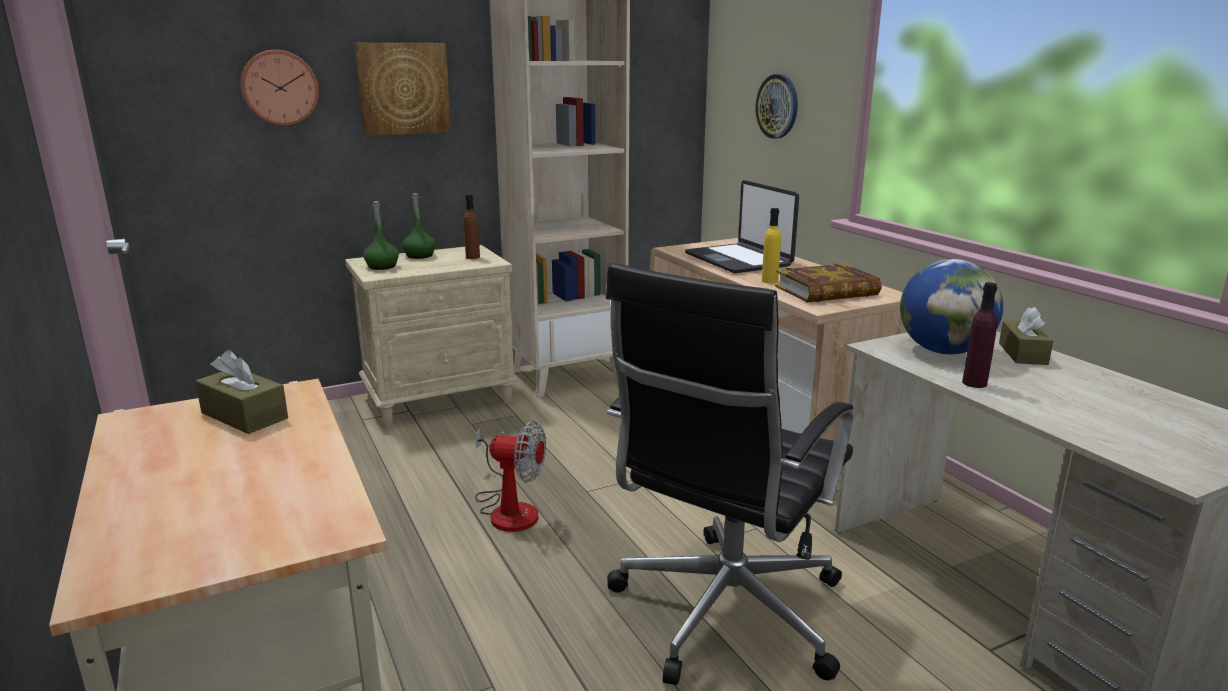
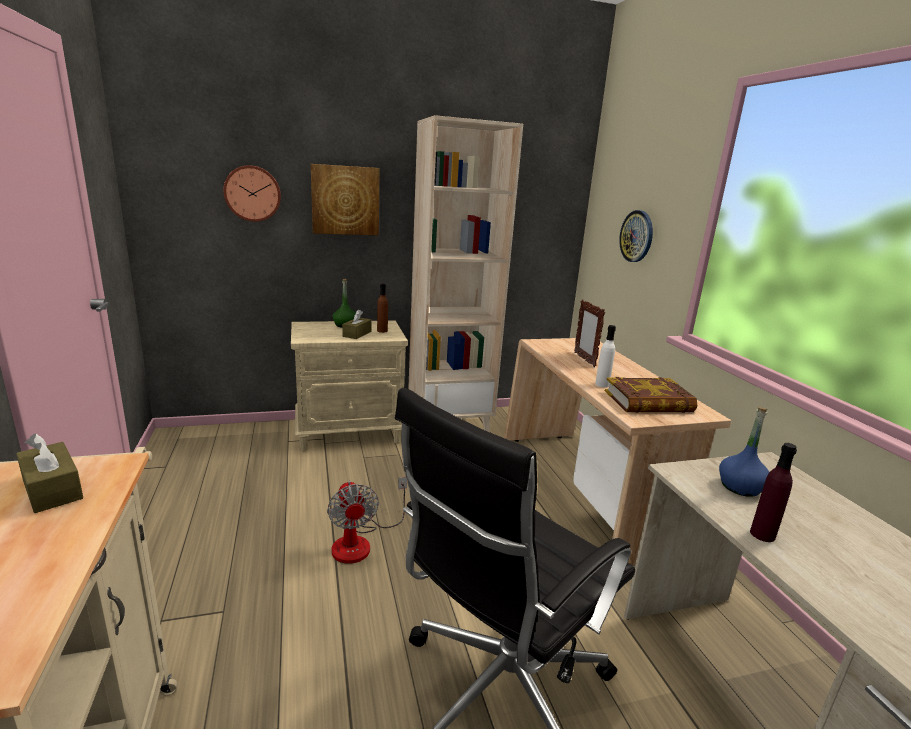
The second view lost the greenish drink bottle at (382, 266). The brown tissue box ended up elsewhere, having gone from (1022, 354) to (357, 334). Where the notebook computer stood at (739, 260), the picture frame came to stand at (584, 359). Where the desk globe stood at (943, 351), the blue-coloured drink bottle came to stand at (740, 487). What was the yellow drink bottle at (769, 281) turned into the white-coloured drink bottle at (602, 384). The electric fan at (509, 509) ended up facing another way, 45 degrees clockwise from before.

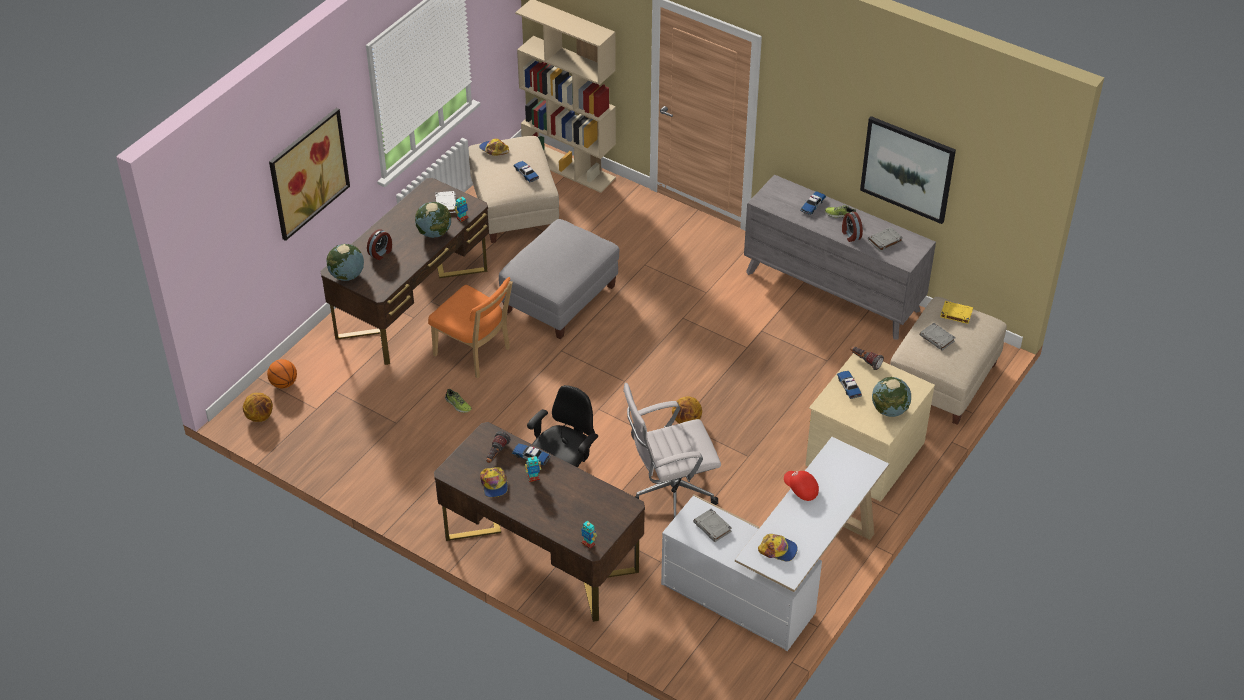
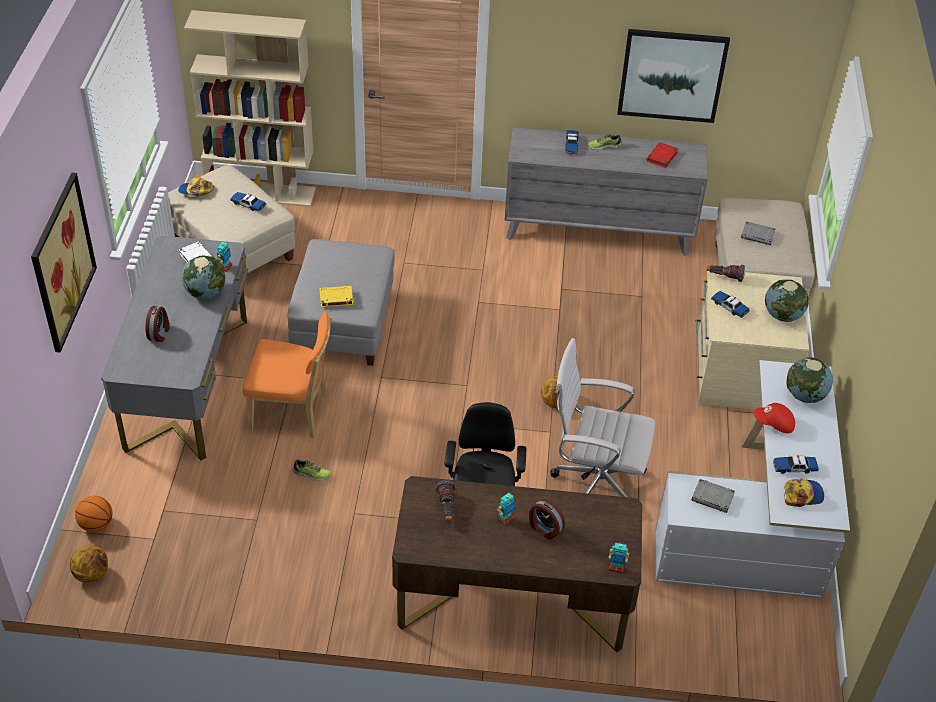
The second view lost the cap at (494, 484). The desk globe ended up elsewhere, having gone from (347, 276) to (805, 395). The toy car ended up elsewhere, having gone from (531, 457) to (794, 467). The table clock ended up elsewhere, having gone from (850, 235) to (545, 528). The yellow book ended up elsewhere, having gone from (955, 314) to (336, 298). What was the brown desk at (412, 303) turned into the greyish desk at (188, 383). What was the greyish book at (884, 241) turned into the red book at (662, 157). The white-coloured desk chair at (669, 494) ended up facing another way, 60 degrees clockwise from before.

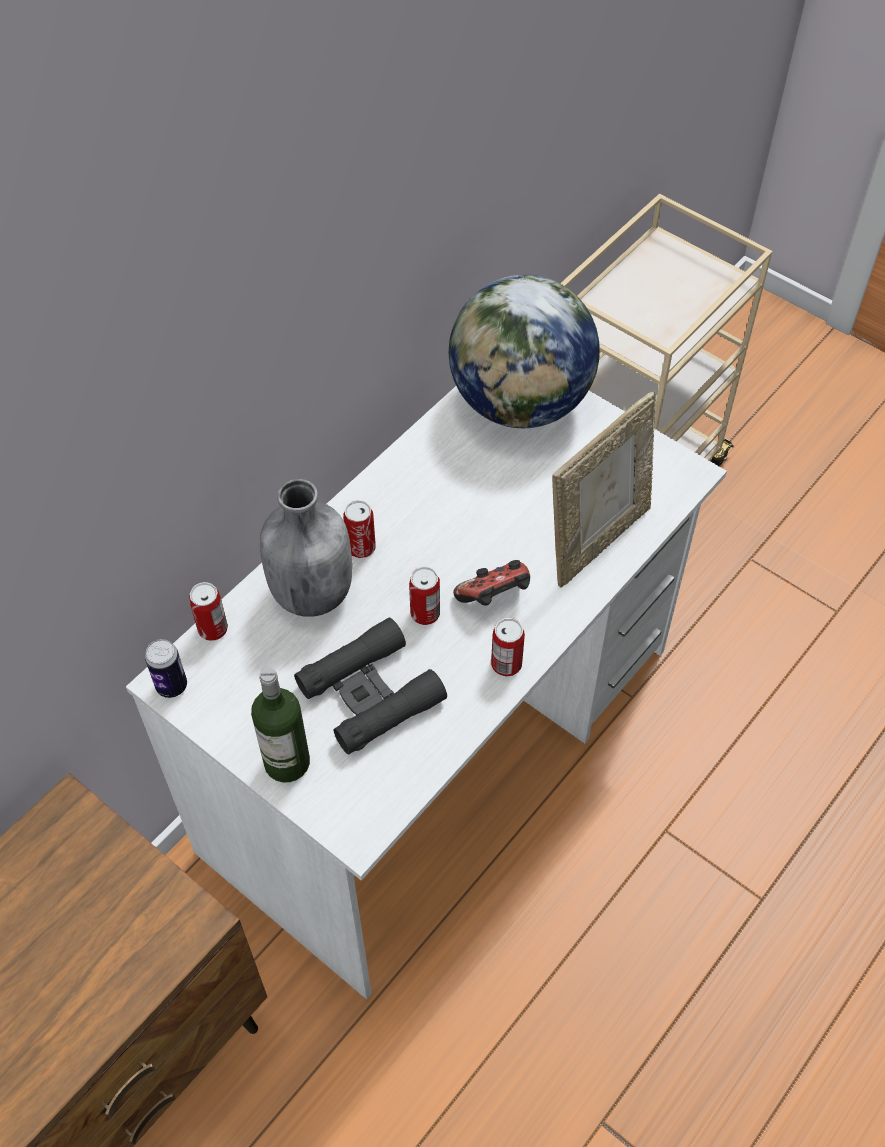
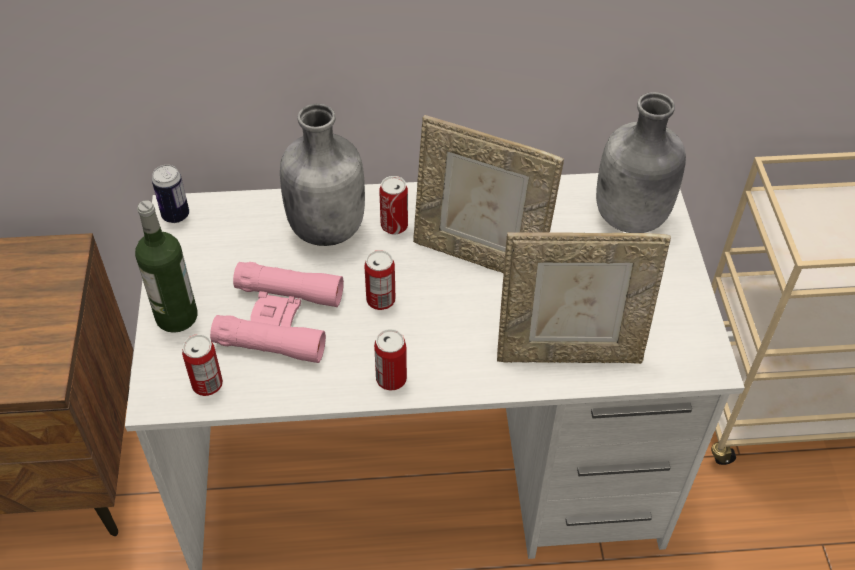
The second view lost the game controller at (495, 597). The second view gained the picture frame at (479, 256). The can ended up elsewhere, having gone from (213, 629) to (207, 384). Where the desk globe stood at (521, 403), the greyish drink bottle came to stand at (631, 218). What was the blackish field glasses at (370, 693) turned into the pink-coloured field glasses at (280, 319).

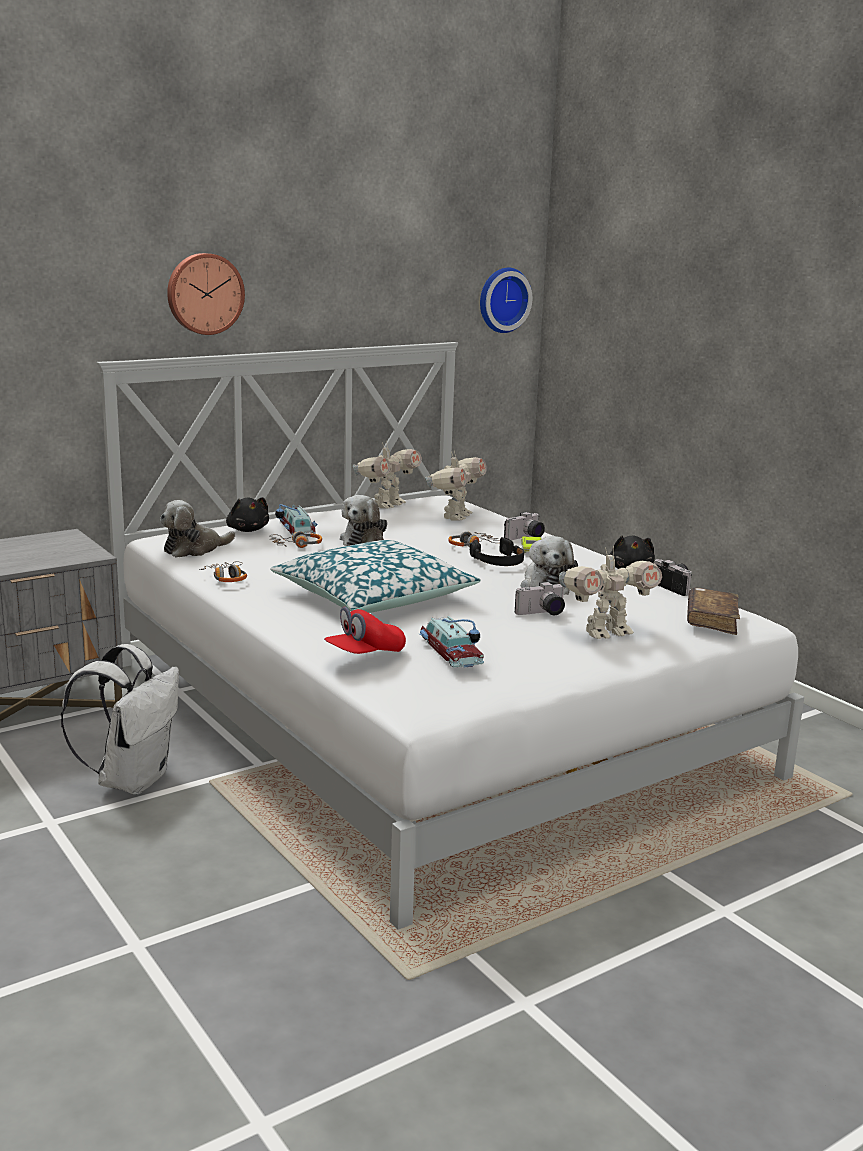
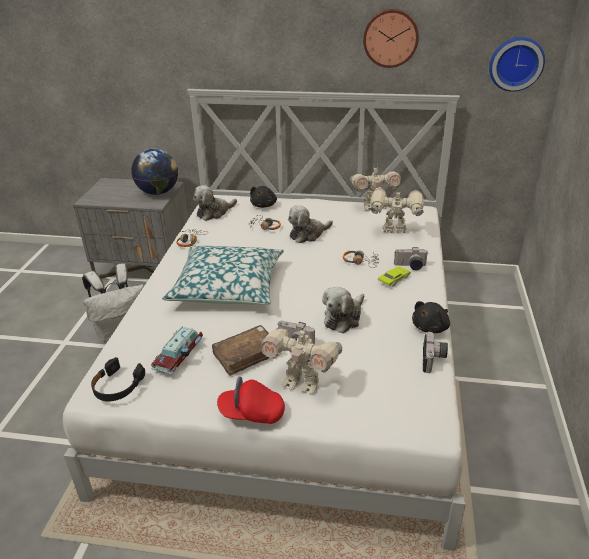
The second view lost the toy car at (294, 527). The second view gained the desk globe at (158, 192). The clock on the wall ended up elsewhere, having gone from (204, 293) to (390, 38). The red cap ended up elsewhere, having gone from (365, 654) to (252, 413). The blackish headset ended up elsewhere, having gone from (498, 561) to (117, 386). The brown book ended up elsewhere, having gone from (711, 620) to (245, 355). The cuddly toy at (194, 549) ended up facing another way, 45 degrees counterclockwise from before. The robot figure at (455, 517) ended up facing another way, 150 degrees counterclockwise from before.

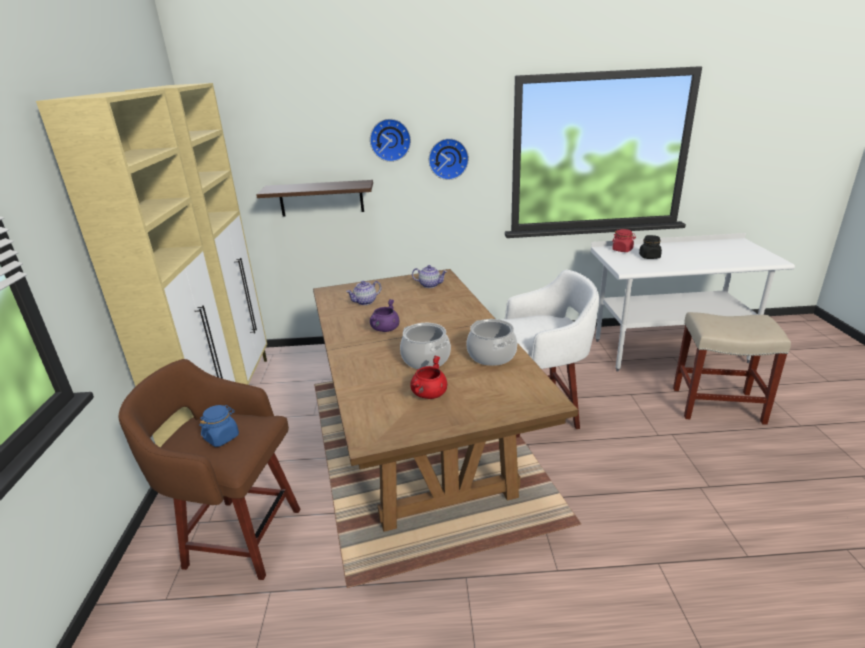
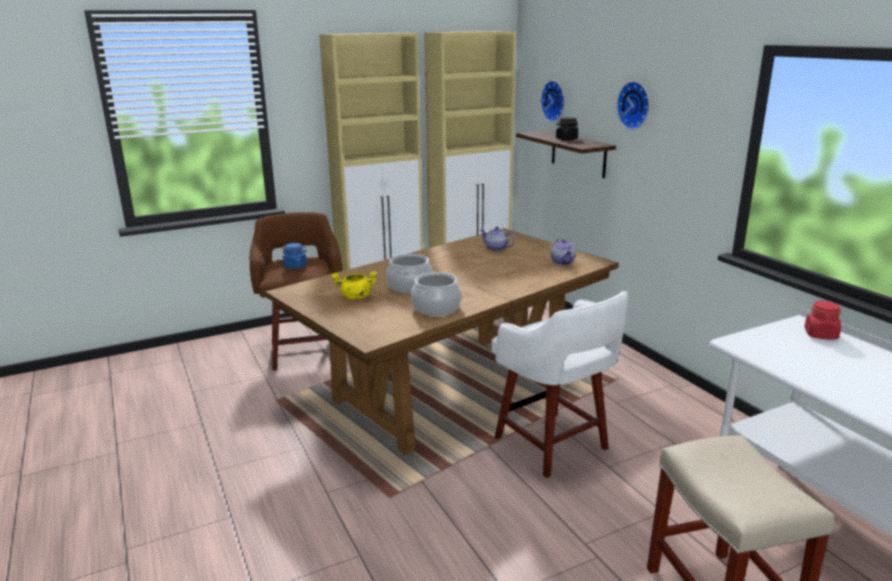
The second view lost the purplish cooking pot at (385, 329). The clock on the wall ended up elsewhere, having gone from (448, 158) to (555, 101). The blackish jar ended up elsewhere, having gone from (649, 257) to (566, 139). What was the red cooking pot at (429, 394) turned into the yellow cooking pot at (355, 297).

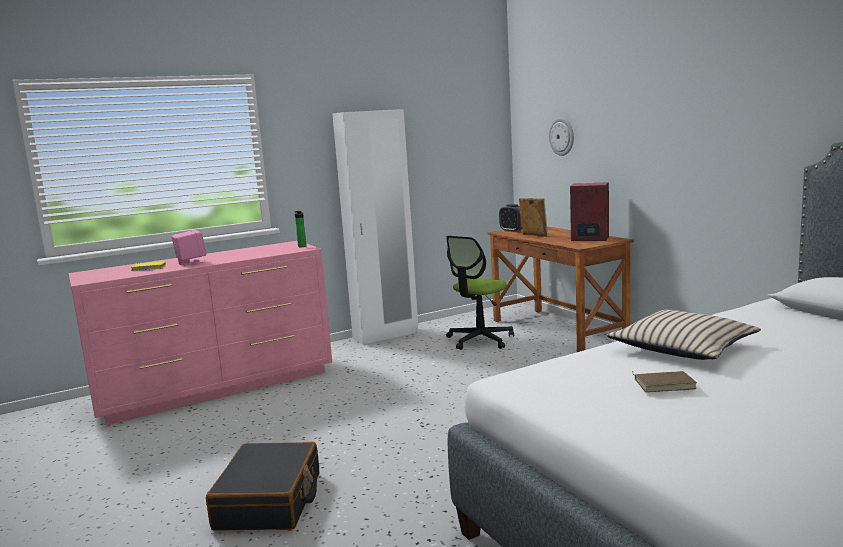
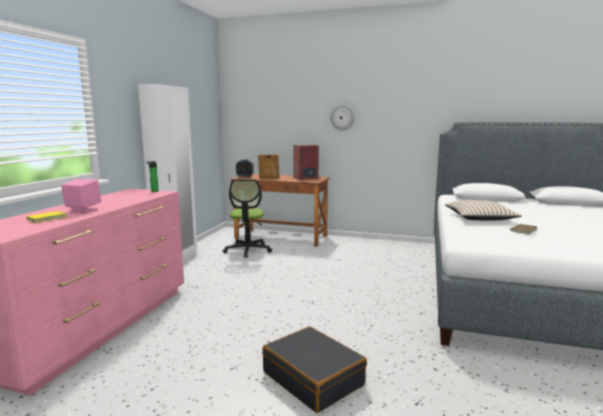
The clock on the wall ended up elsewhere, having gone from (562, 136) to (342, 117).

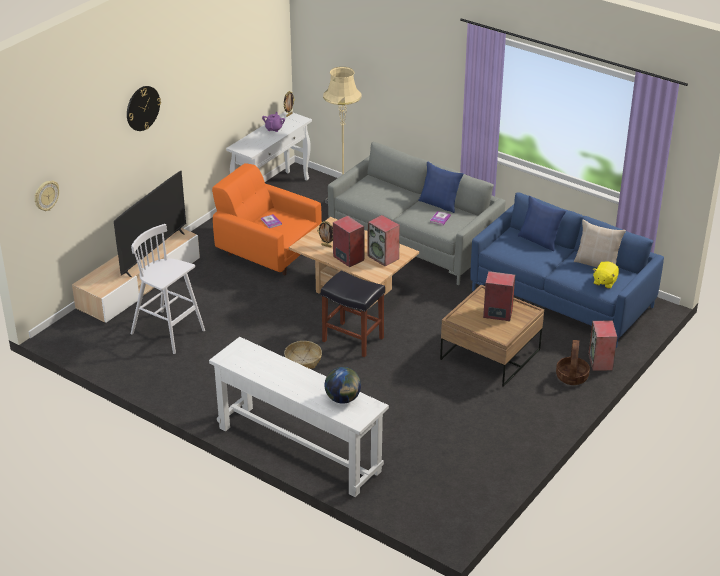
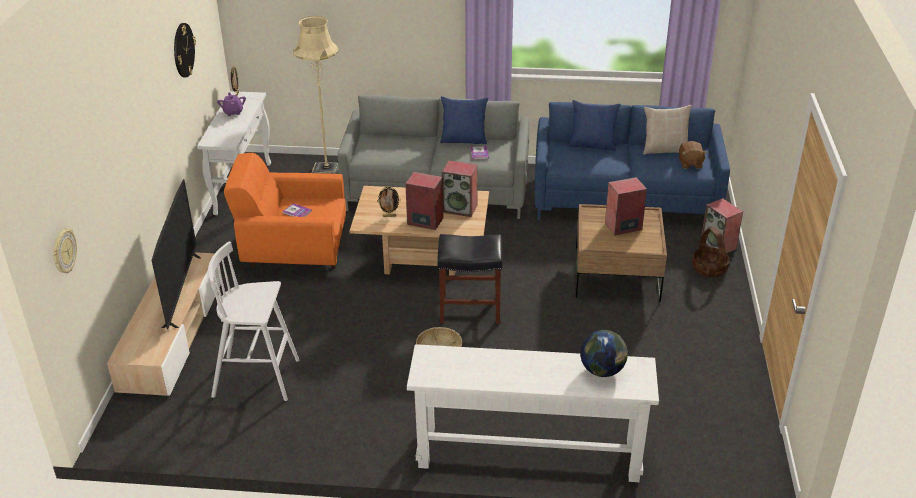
The clock on the wall ended up elsewhere, having gone from (142, 108) to (183, 50). What was the yellow cuddly toy at (604, 282) turned into the brown cuddly toy at (690, 164).

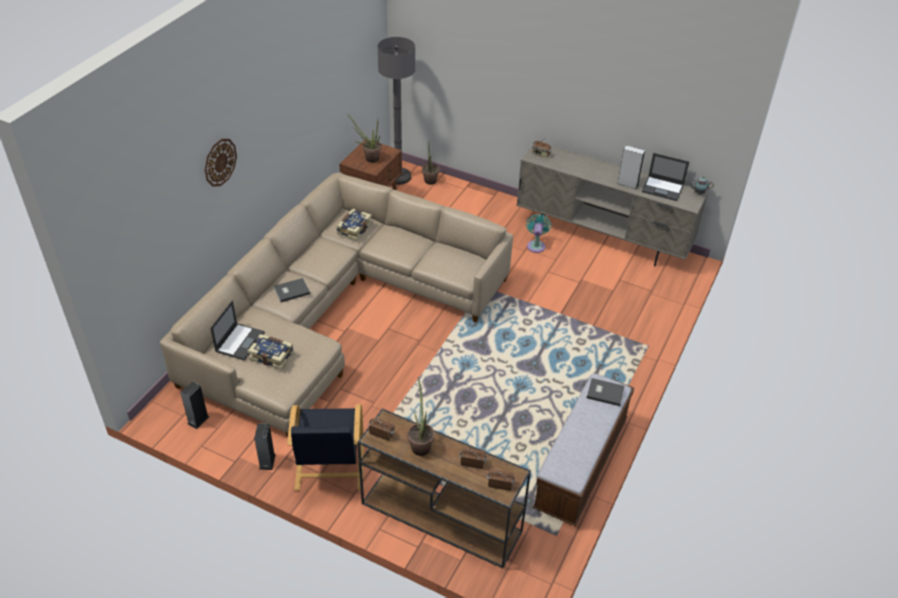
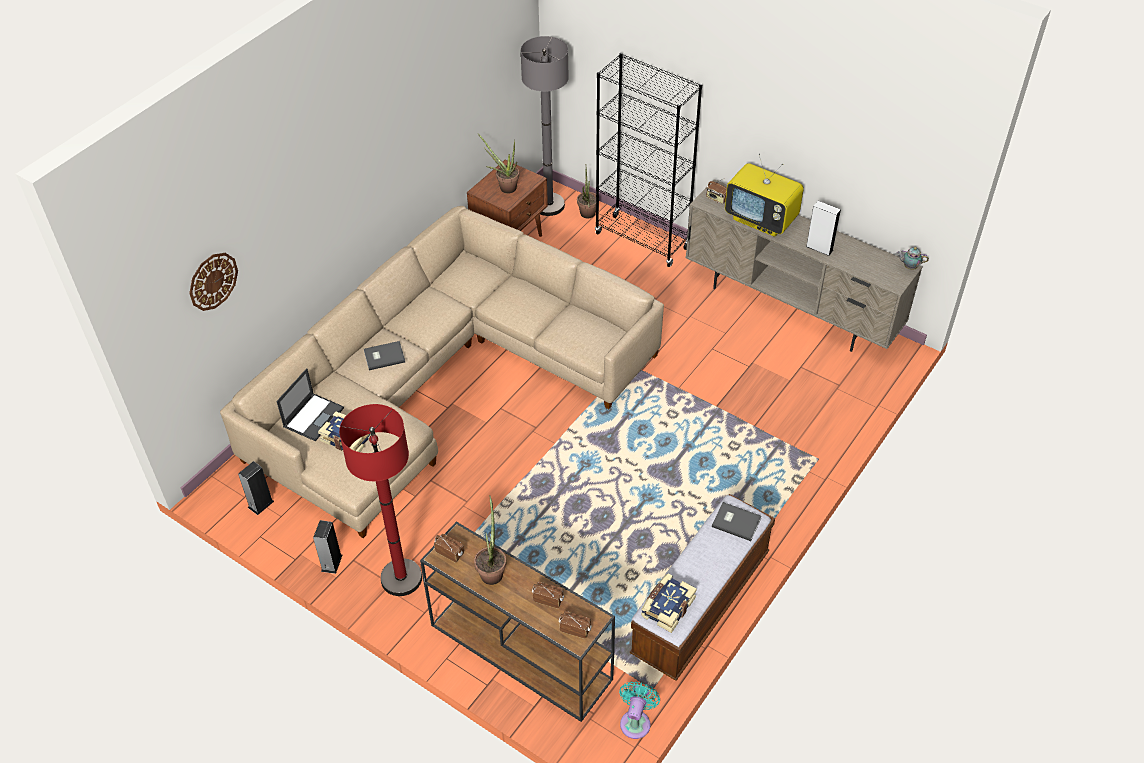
The second view lost the notebook computer at (663, 188). The second view gained the blackish bookcase at (642, 241). The second view gained the TV at (762, 220). The clock on the wall ended up elsewhere, having gone from (220, 162) to (213, 281). The book ended up elsewhere, having gone from (353, 229) to (667, 607). The turquoise electric fan ended up elsewhere, having gone from (536, 245) to (636, 721). Where the blackish easy chair stood at (329, 468), the red standing lamp came to stand at (401, 578).

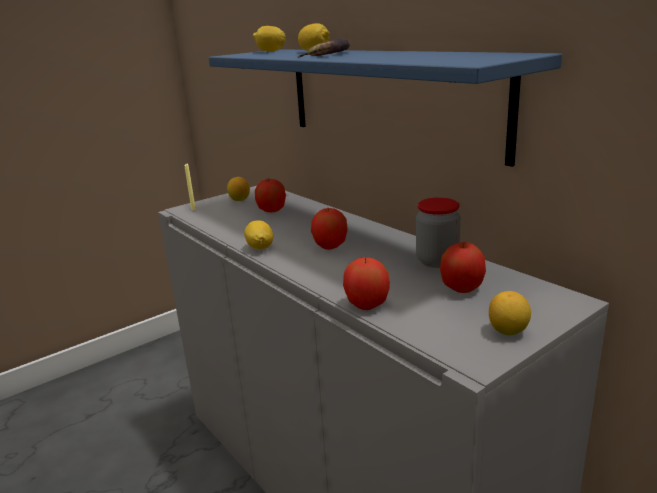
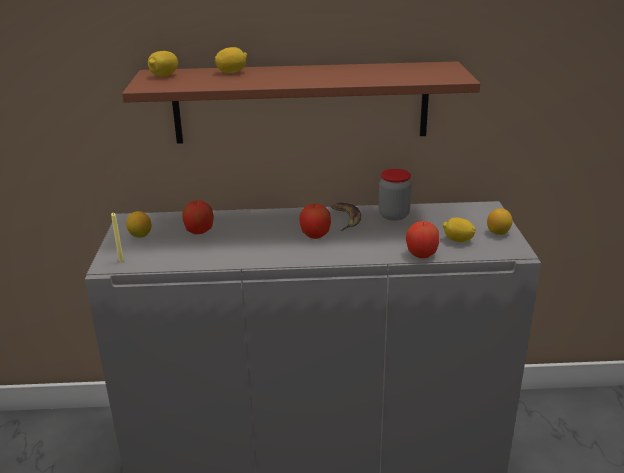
The second view lost the apple at (462, 288). The lemon ended up elsewhere, having gone from (260, 247) to (458, 240). The whole banana ended up elsewhere, having gone from (329, 54) to (345, 218). What was the blue-coloured wall shelf at (386, 97) turned into the brown wall shelf at (301, 103).

